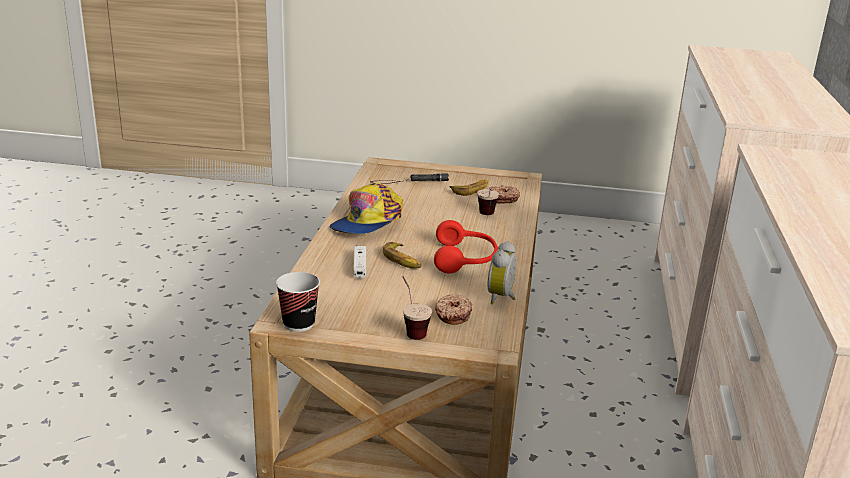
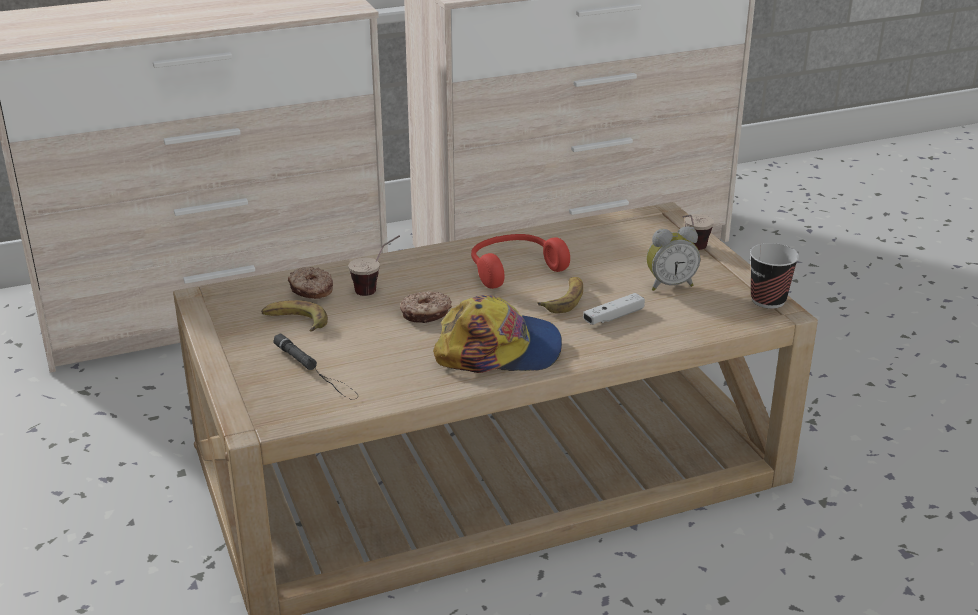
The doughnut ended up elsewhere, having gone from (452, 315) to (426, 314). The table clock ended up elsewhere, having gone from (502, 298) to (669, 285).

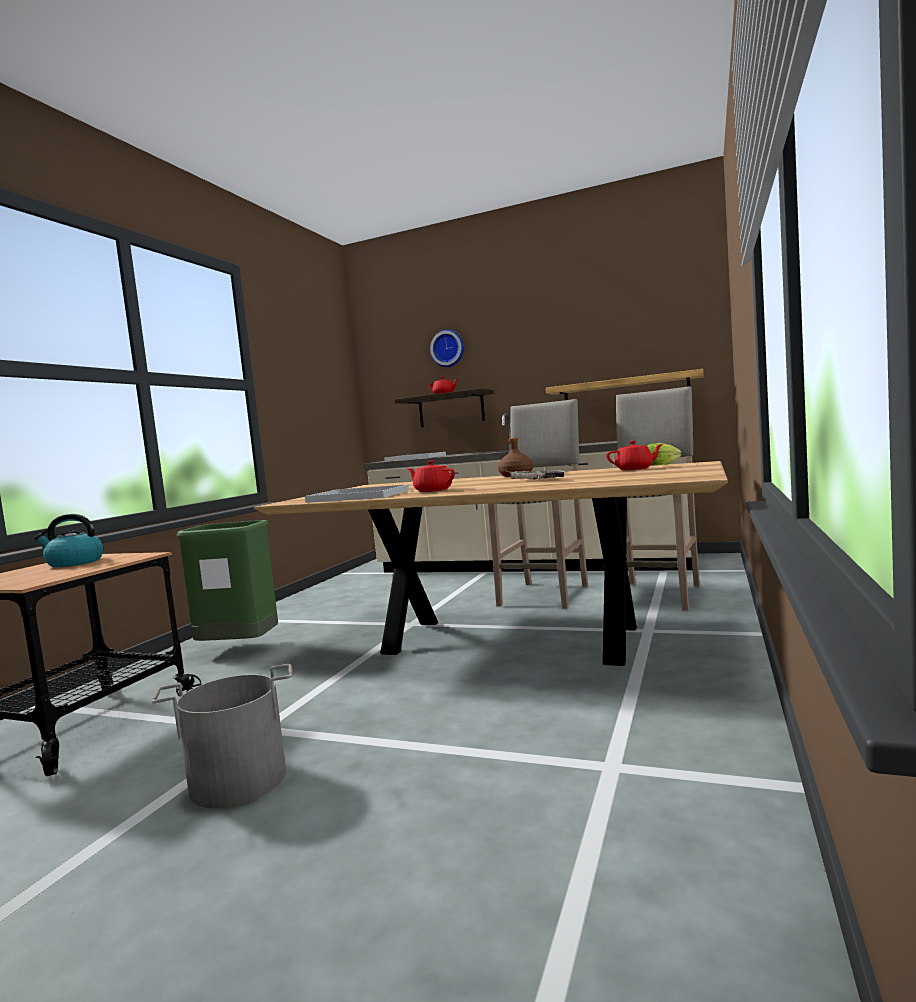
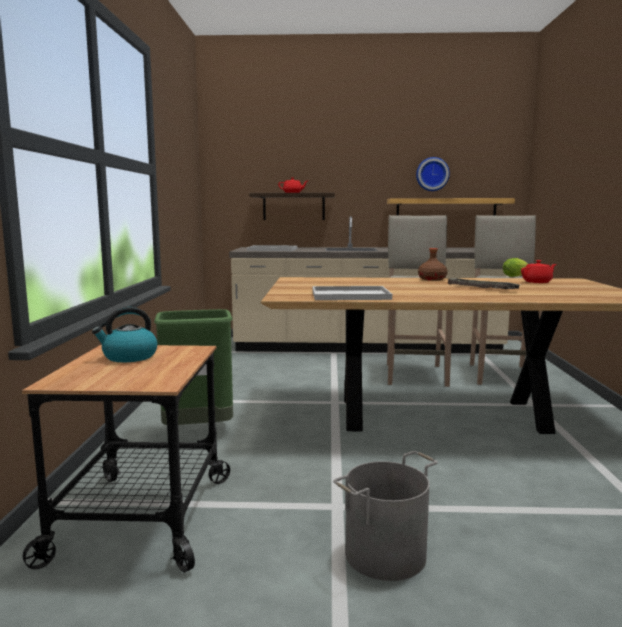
The second view lost the red tea pot at (432, 491). The clock on the wall ended up elsewhere, having gone from (448, 348) to (432, 174).

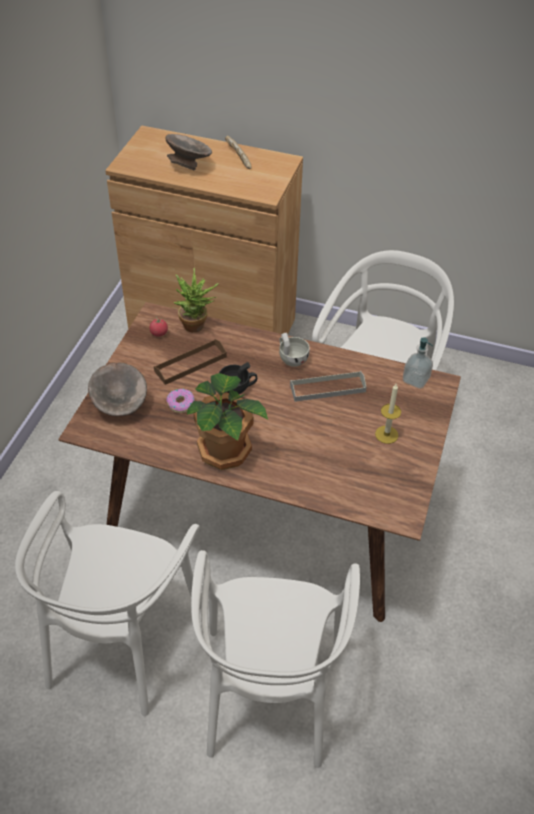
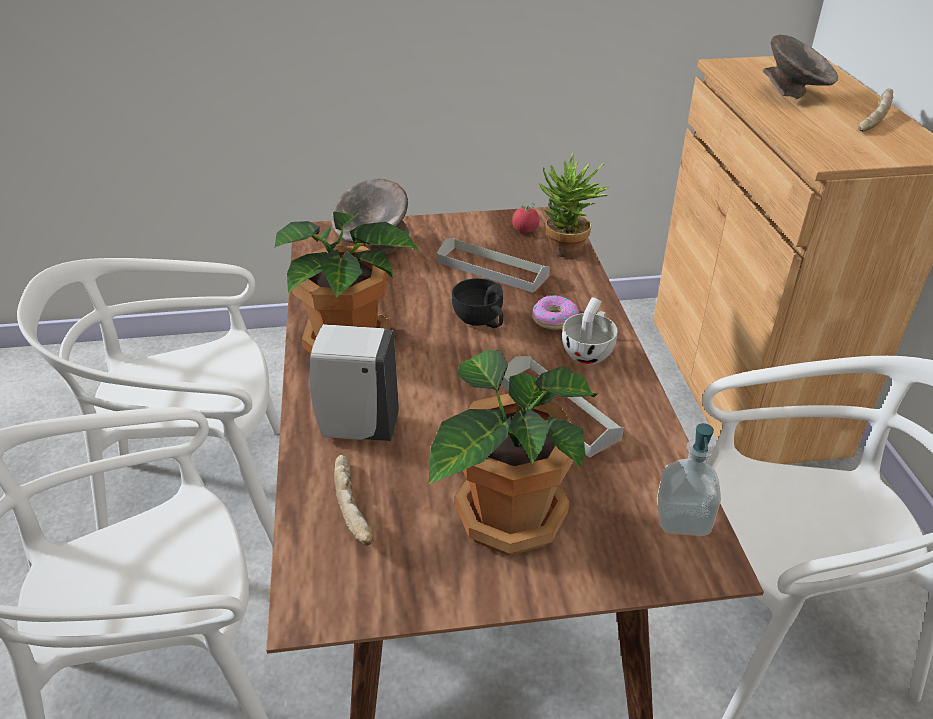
The second view gained the white-coloured soap dispenser at (356, 427). The second view gained the bakery bread at (354, 507). The doughnut ended up elsewhere, having gone from (180, 403) to (554, 318). Where the candle stood at (386, 434), the plant in a pot came to stand at (506, 517). What was the brown serving tray at (190, 364) turned into the greyish serving tray at (492, 269).

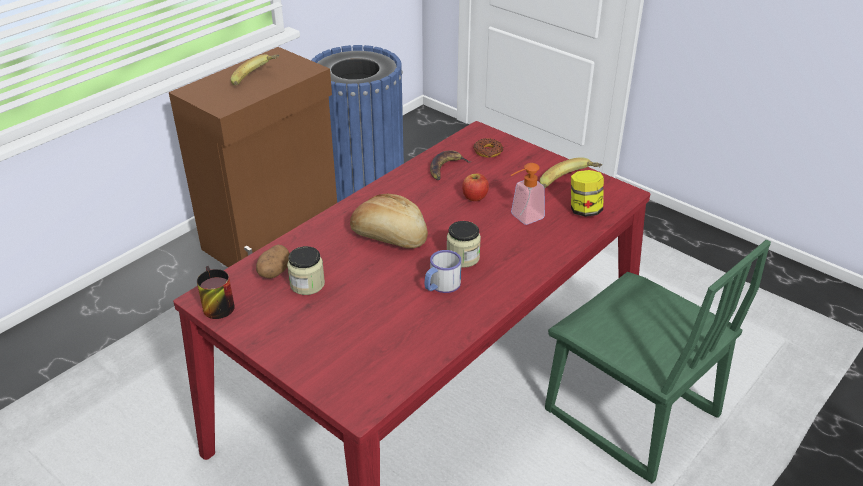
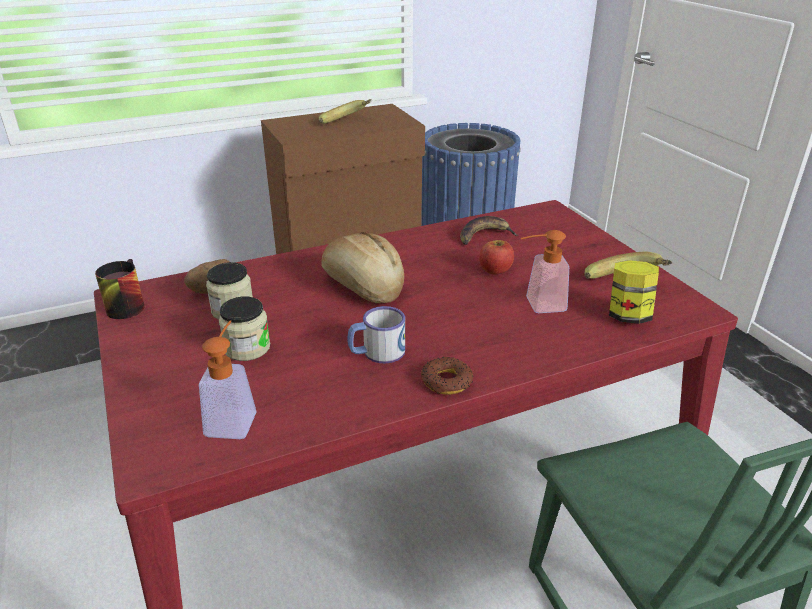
The second view gained the soap dispenser at (233, 418). The jar ended up elsewhere, having gone from (463, 257) to (247, 348). The doughnut ended up elsewhere, having gone from (488, 151) to (446, 381).

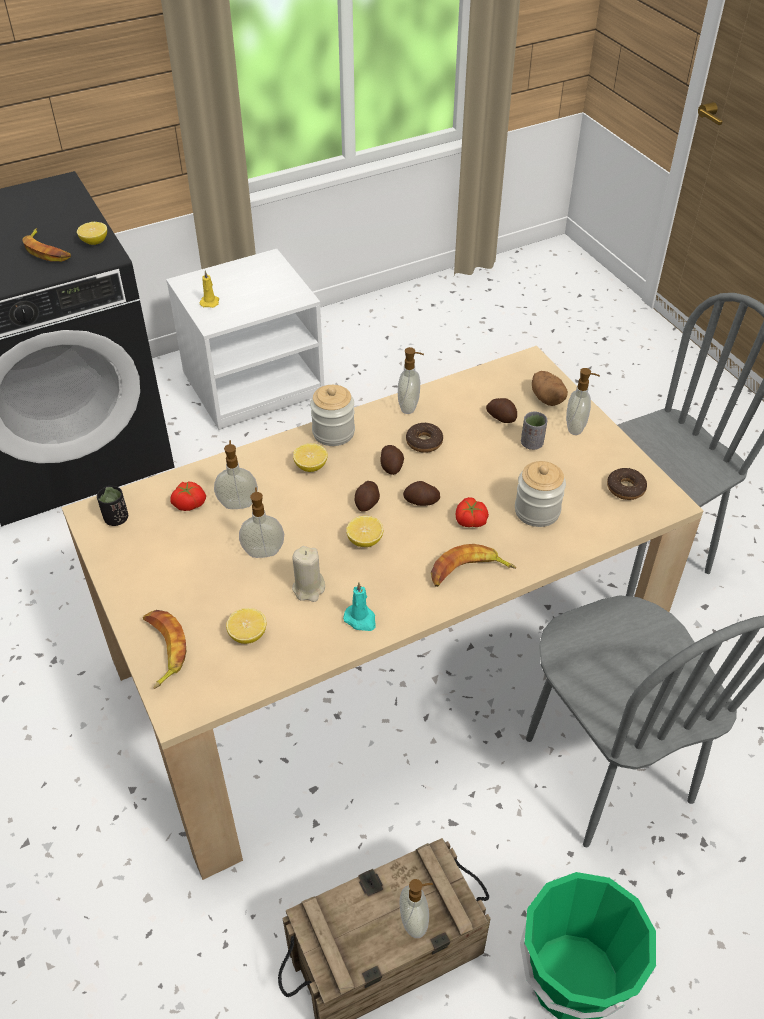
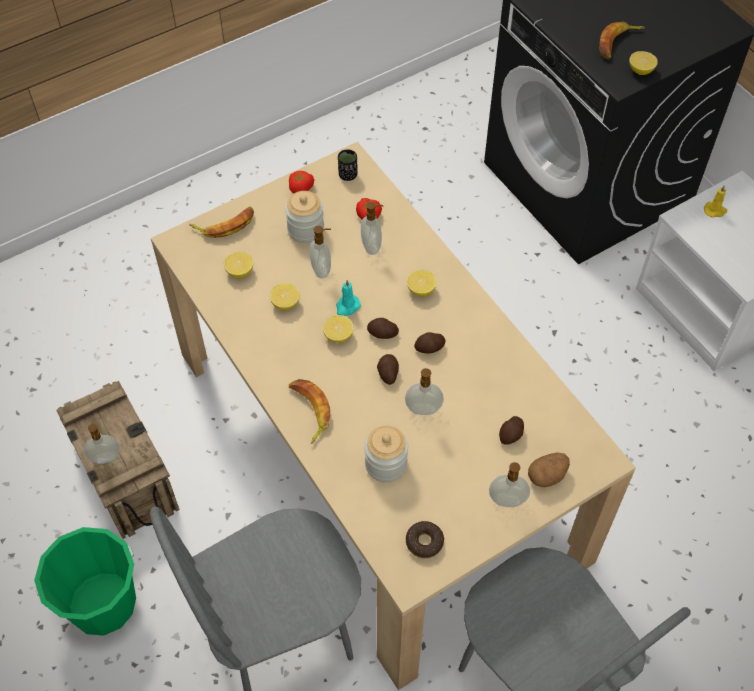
The second view lost the doughnut at (424, 442). The second view lost the greyish small cup at (532, 443). The jar ended up elsewhere, having gone from (333, 432) to (305, 229). The turquoise candle ended up elsewhere, having gone from (361, 619) to (347, 307). The soap dispenser ended up elsewhere, having gone from (409, 406) to (423, 410). The tomato ended up elsewhere, having gone from (470, 521) to (300, 187). Where the sand-coloured candle stood at (309, 588), the lemon came to stand at (285, 303).

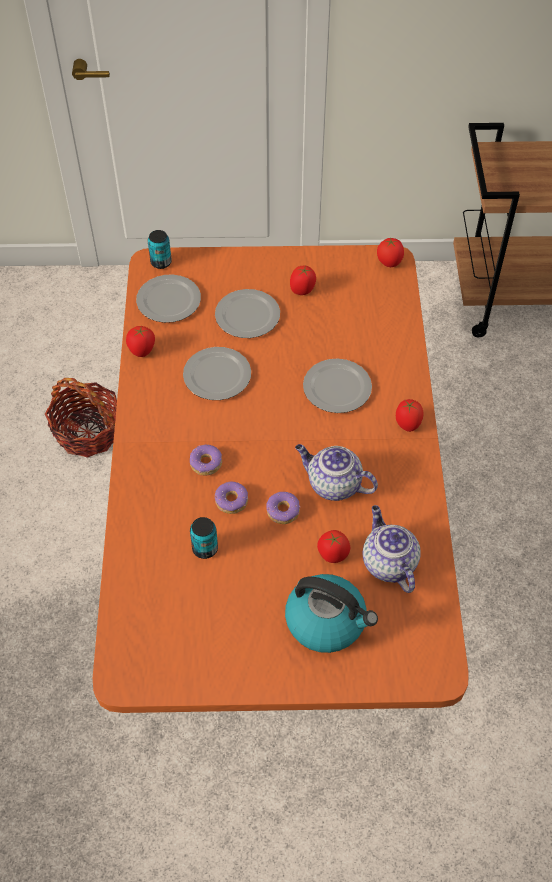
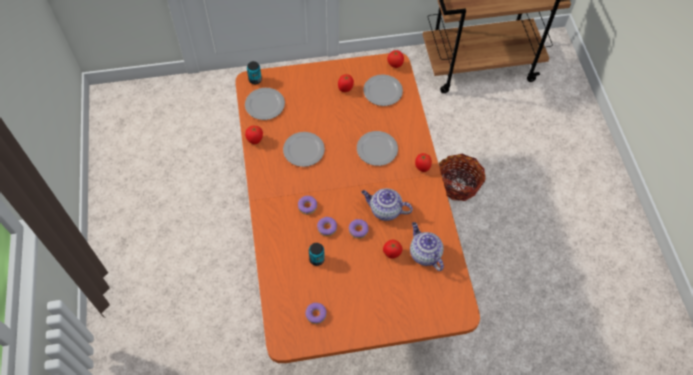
The second view lost the kettle at (327, 621). The second view gained the doughnut at (316, 315). The storage basket ended up elsewhere, having gone from (88, 431) to (458, 184). The plate ended up elsewhere, having gone from (246, 316) to (382, 92).

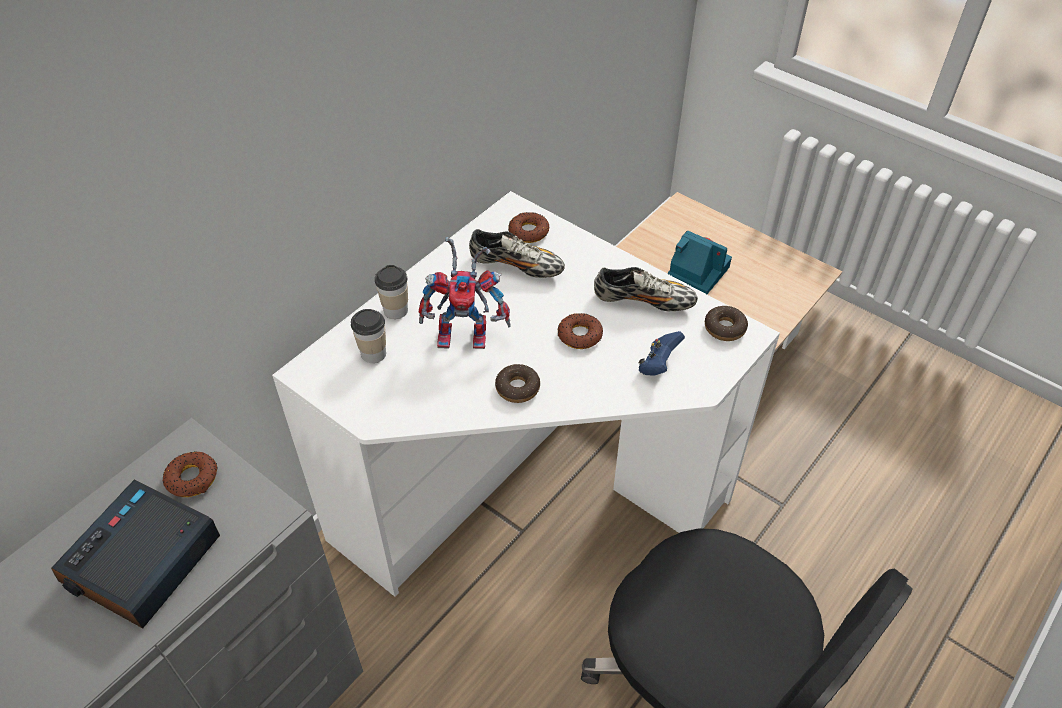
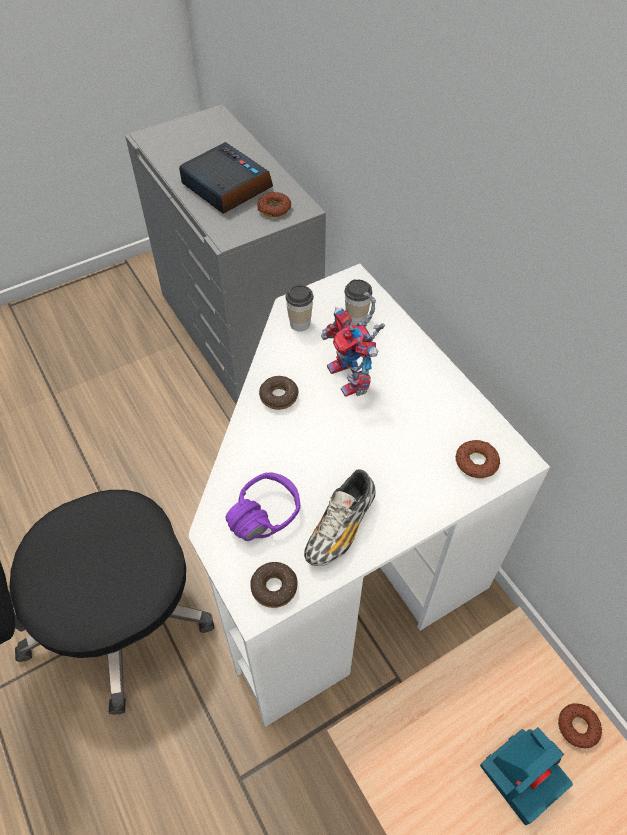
The second view lost the low shoe at (516, 266). The small cup ended up elsewhere, having gone from (395, 310) to (300, 323). The doughnut ended up elsewhere, having gone from (579, 335) to (578, 727). Where the blue-coloured game controller stood at (658, 364), the purplish headset came to stand at (255, 507). The robot figure at (467, 334) ended up facing another way, 45 degrees counterclockwise from before.

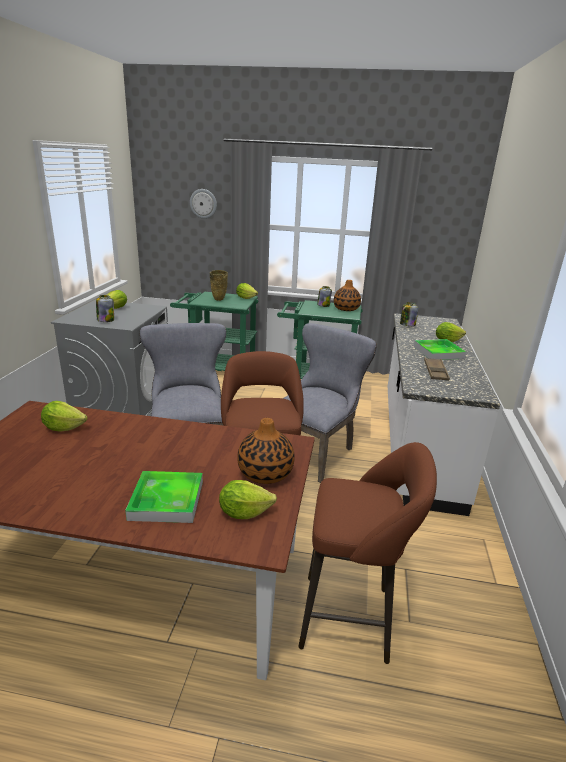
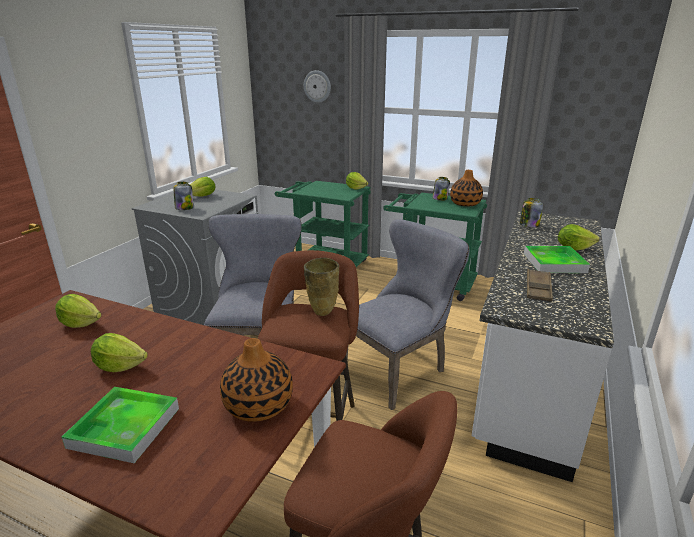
The sand-coloured flower vase ended up elsewhere, having gone from (218, 300) to (322, 313). The lettuce head ended up elsewhere, having gone from (244, 512) to (120, 366).

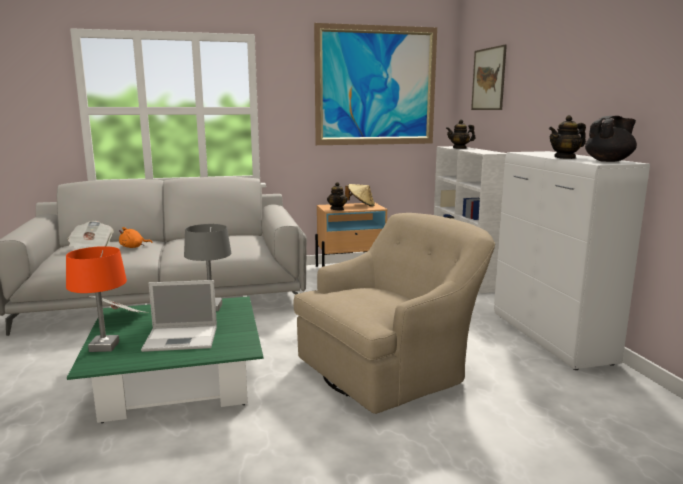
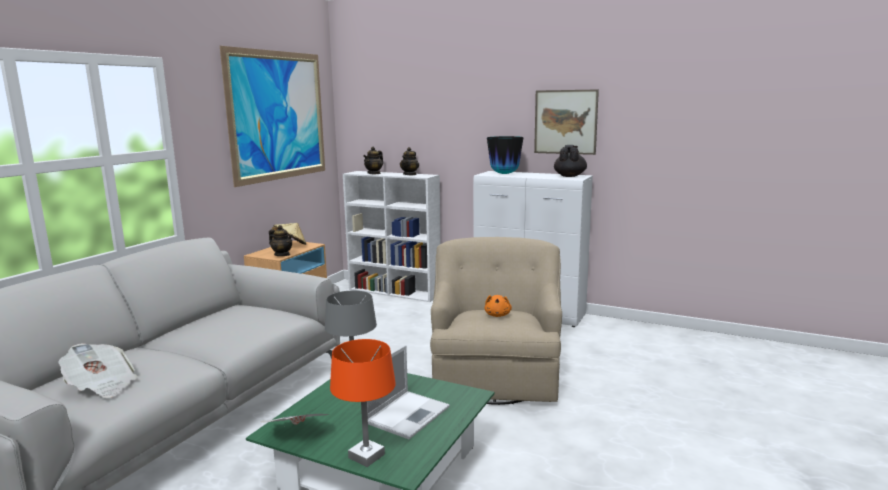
The second view gained the flower vase at (504, 174). The orange cuddly toy ended up elsewhere, having gone from (133, 247) to (498, 315). The wall art ended up elsewhere, having gone from (488, 79) to (565, 122). The tea pot ended up elsewhere, having gone from (565, 158) to (410, 174).

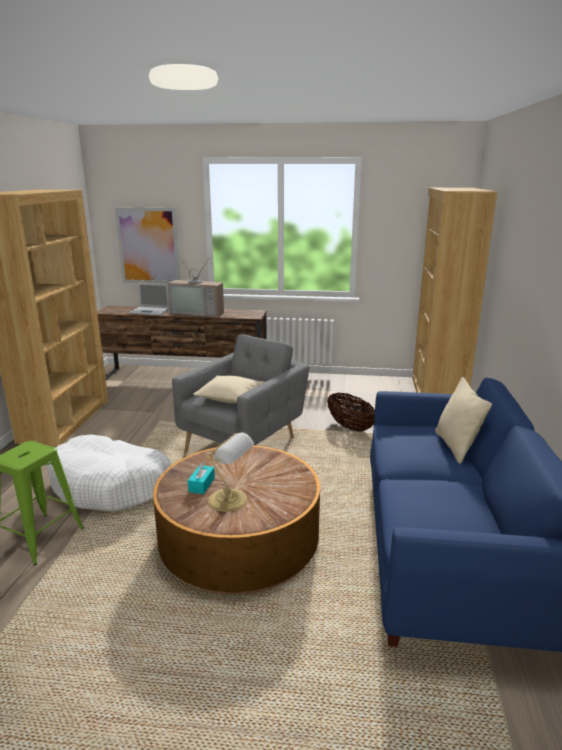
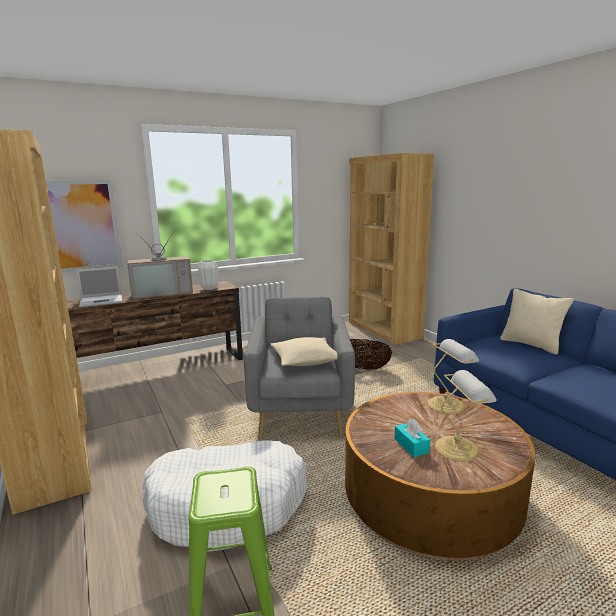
The second view gained the white-coloured flower vase at (209, 288). The second view gained the tabletop lamp at (448, 404).

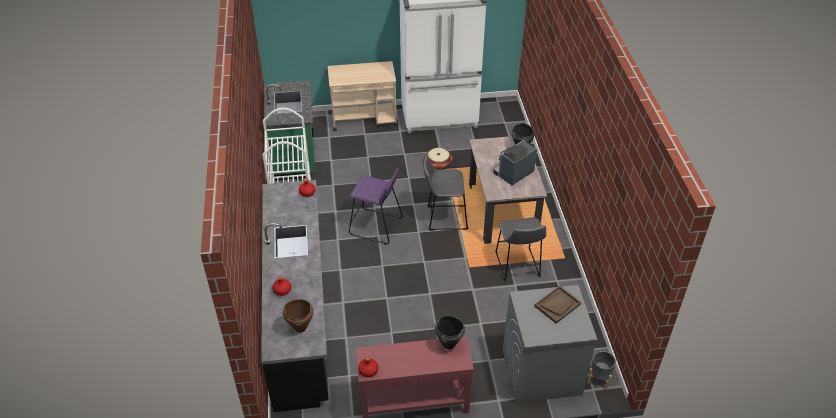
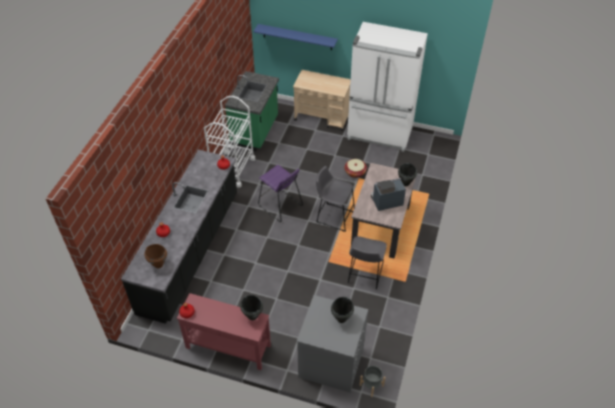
The second view gained the blue-coloured wall shelf at (297, 37). Where the brown serving tray stood at (557, 305), the blackish cooking pot came to stand at (341, 319).

